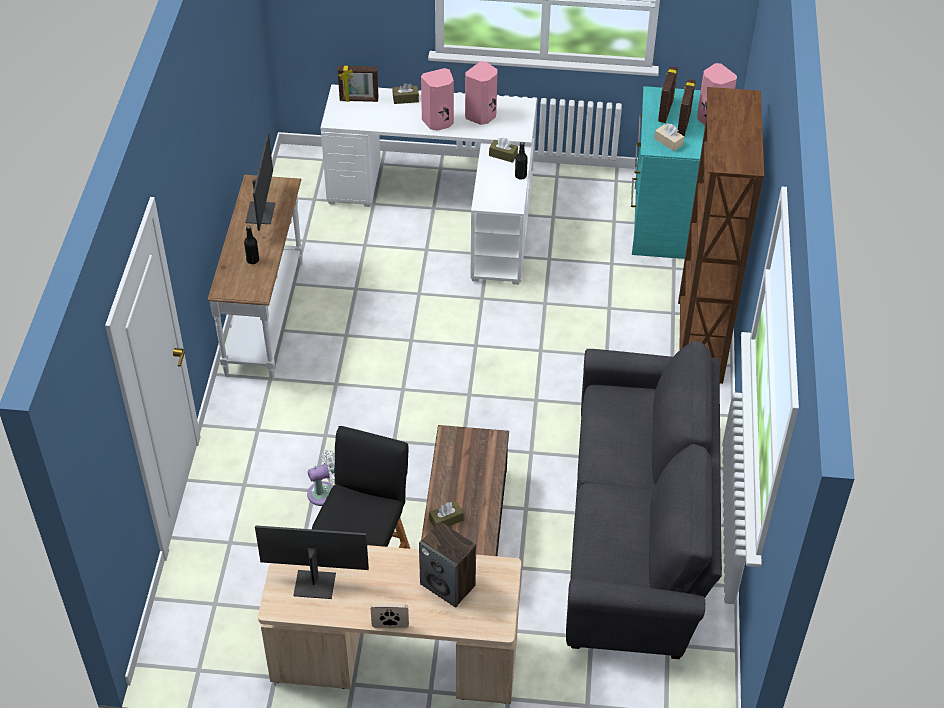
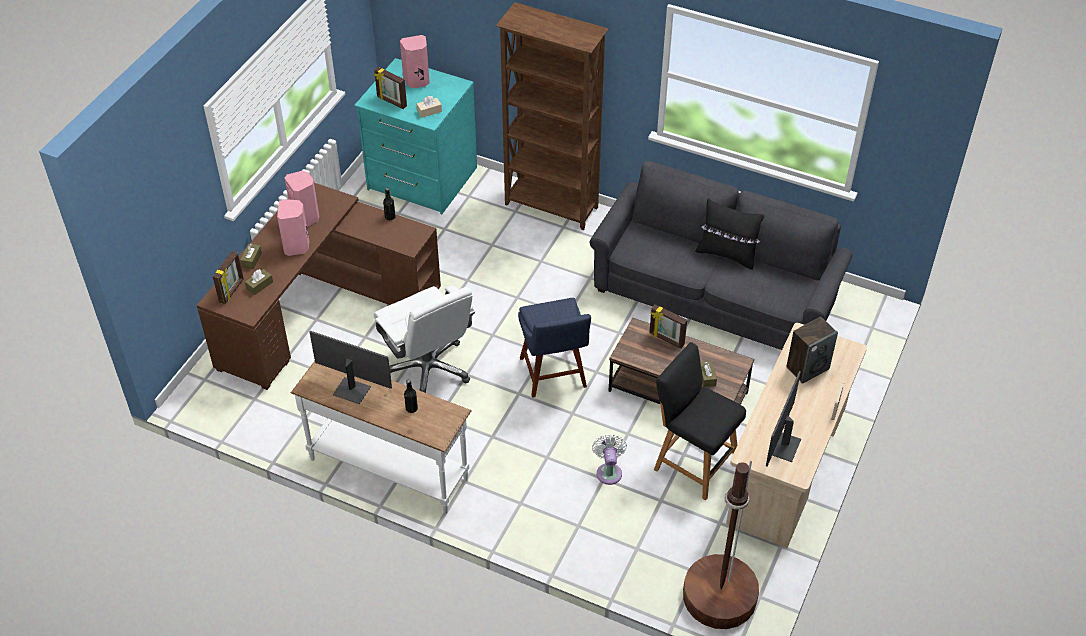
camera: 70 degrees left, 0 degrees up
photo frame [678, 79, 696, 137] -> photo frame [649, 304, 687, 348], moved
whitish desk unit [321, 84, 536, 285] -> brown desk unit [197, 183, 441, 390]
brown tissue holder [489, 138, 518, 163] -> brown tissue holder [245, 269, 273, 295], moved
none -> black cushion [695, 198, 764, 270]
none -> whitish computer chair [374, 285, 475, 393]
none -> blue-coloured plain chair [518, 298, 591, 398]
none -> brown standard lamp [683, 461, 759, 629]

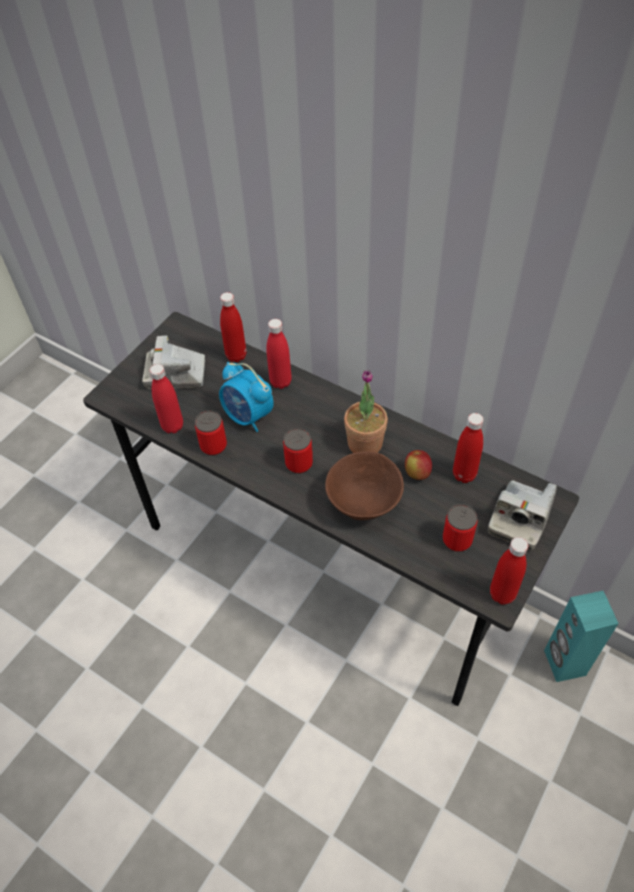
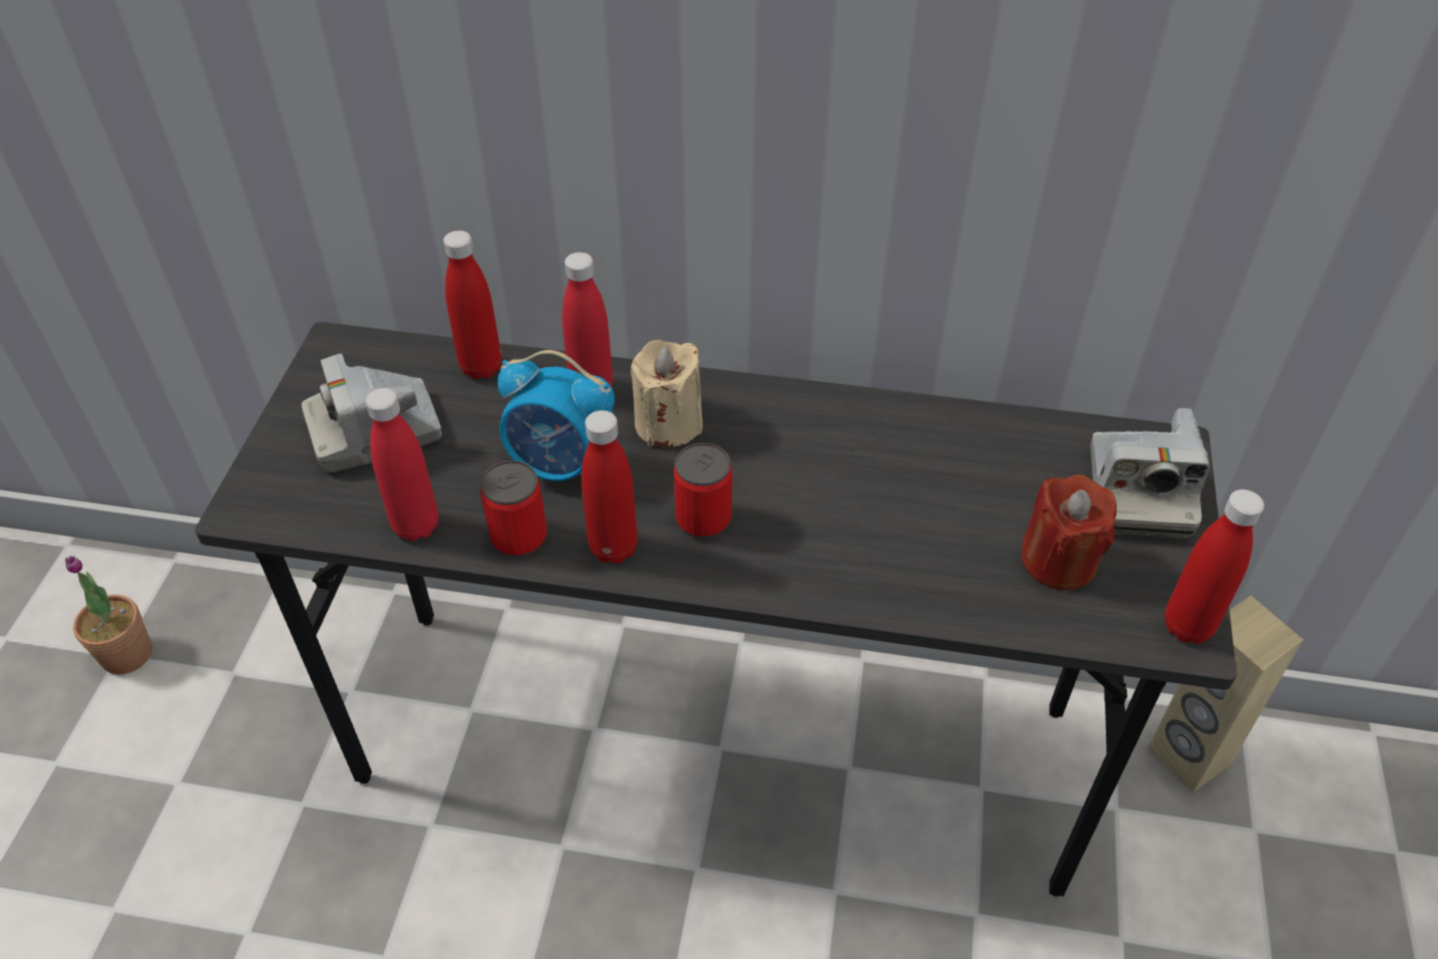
camera: 25 degrees left, 5 degrees down
plant in a pot [344, 370, 388, 453] -> plant in a pot [65, 556, 152, 675], moved
red-coloured drink bottle [453, 413, 484, 483] -> red-coloured drink bottle [581, 410, 638, 564], moved
apple fruit [405, 450, 432, 480] -> none
brown deep dish [325, 451, 404, 520] -> none
can [443, 504, 477, 552] -> red-coloured wax light [1021, 474, 1117, 590]
turquoise-coloured loudspeaker [544, 591, 619, 682] -> beige loudspeaker [1148, 596, 1303, 793]
none -> beige wax light [630, 339, 703, 447]

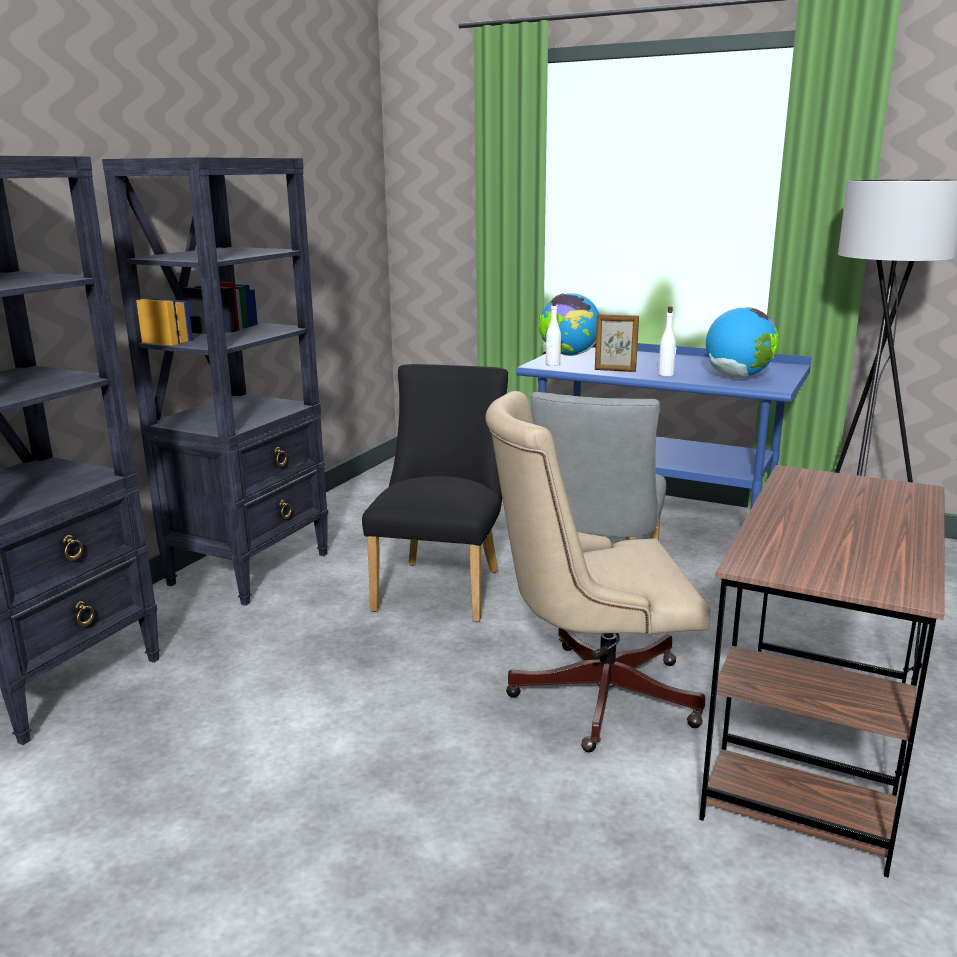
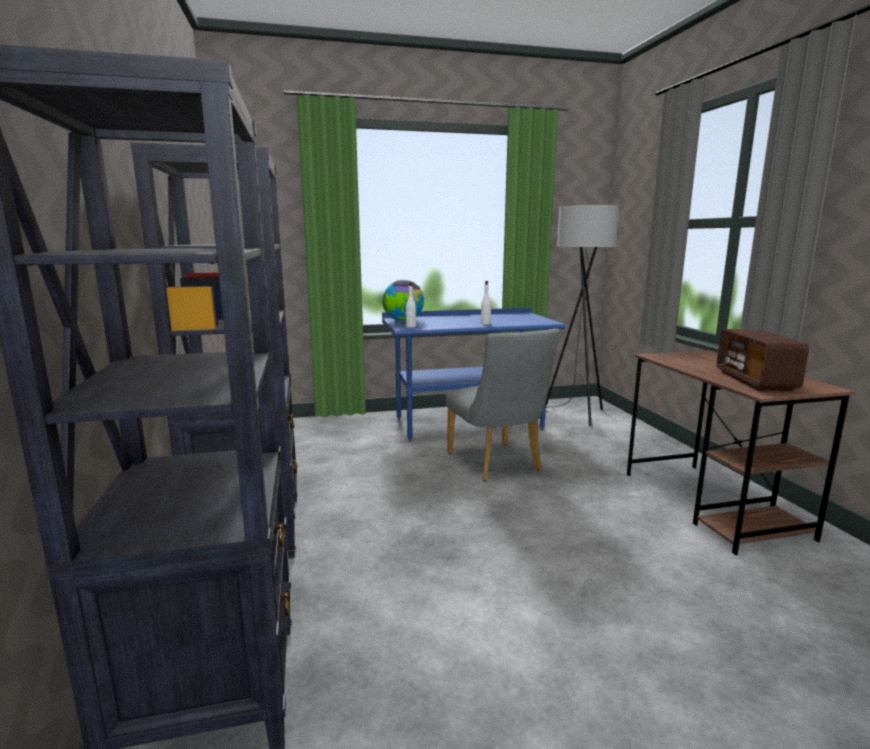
camera: 40 degrees left, 5 degrees down
desk globe [706, 307, 779, 378] -> none
photo frame [595, 314, 639, 372] -> none
black plain chair [362, 364, 508, 622] -> none
beige computer chair [485, 391, 710, 752] -> none
none -> radio set [717, 329, 809, 391]

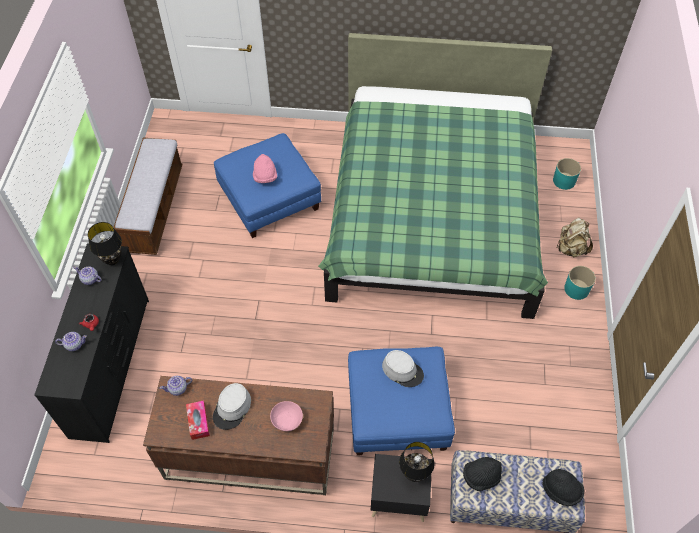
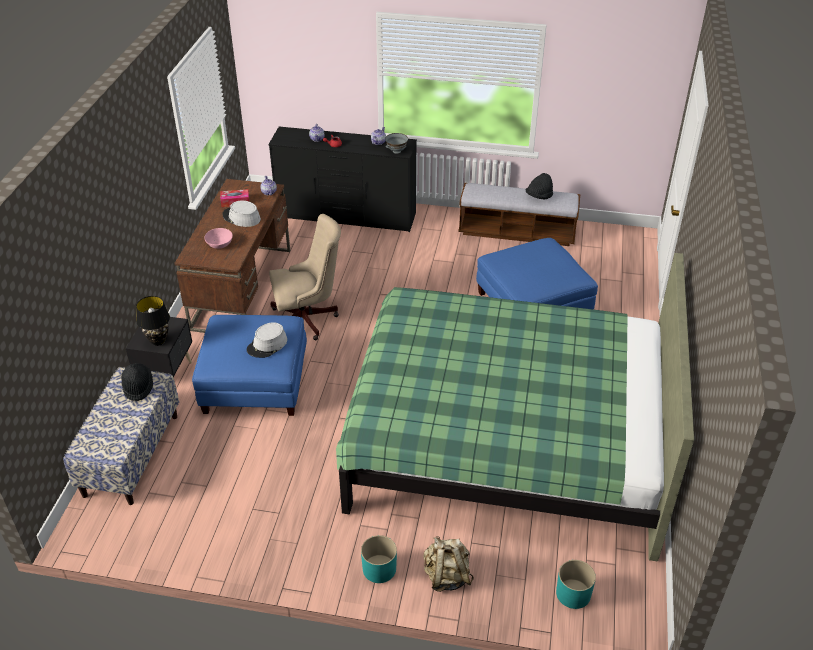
camera: 95 degrees right, 15 degrees down
pink-coloured wearable hat [253, 154, 277, 183] -> none
black lamp for a table [88, 222, 122, 265] -> grey deep dish [385, 133, 408, 154]
black wearable hat [542, 469, 585, 506] -> black wearable hat [525, 173, 553, 199], moved
none -> beige computer chair [269, 214, 341, 340]

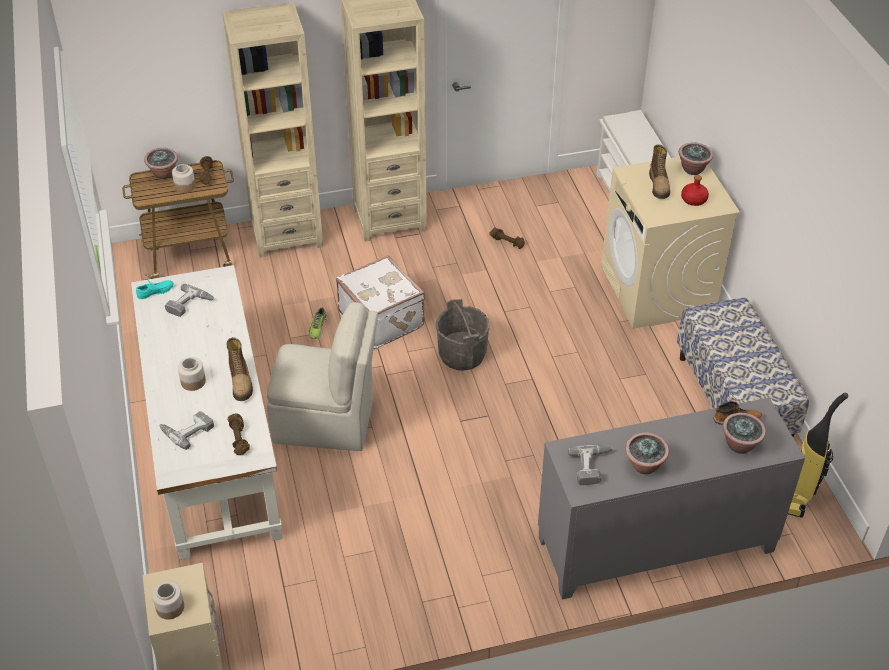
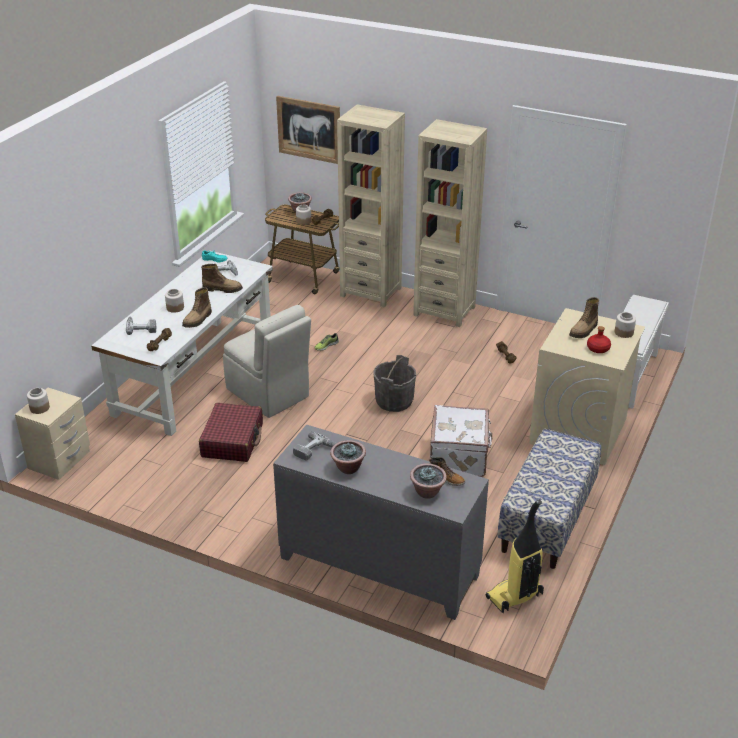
camera: 40 degrees right, 10 degrees down
plant in a pot [679, 143, 713, 175] -> jar [615, 312, 636, 338]
whitish suitcase [336, 255, 425, 349] -> whitish suitcase [430, 405, 492, 477], moved
none -> wall art [276, 96, 340, 164]
none -> tall boot [201, 264, 243, 293]
none -> red-coloured suitcase [199, 403, 263, 462]

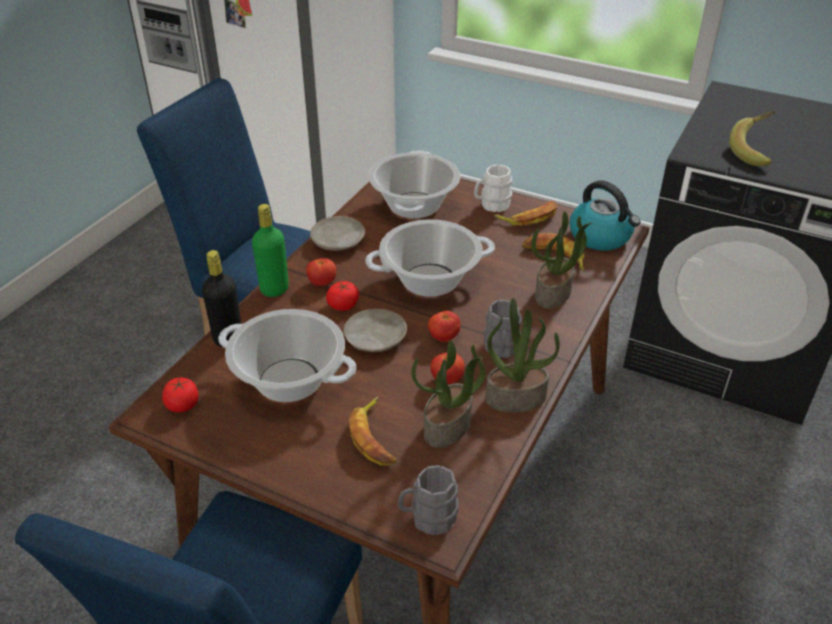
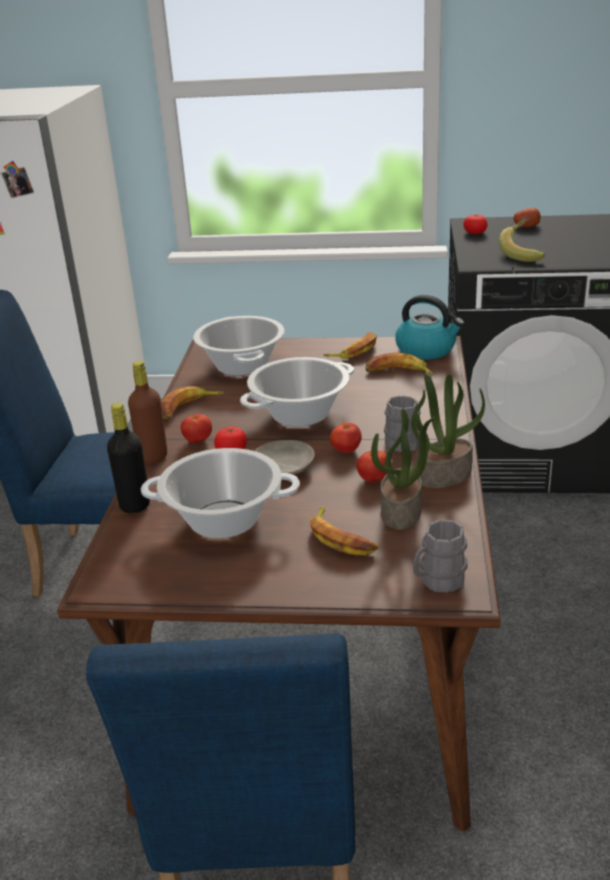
camera: 20 degrees left, 10 degrees down
whitish tea mug [474, 165, 513, 212] -> none
green drink bottle [252, 204, 289, 297] -> brown drink bottle [128, 361, 167, 464]
plant in a pot [531, 211, 592, 309] -> none
beige flat dish [310, 216, 365, 251] -> banana fruit [161, 387, 224, 419]
whole tomato [162, 378, 199, 413] -> whole tomato [463, 214, 487, 234], moved
none -> spud [513, 208, 541, 227]

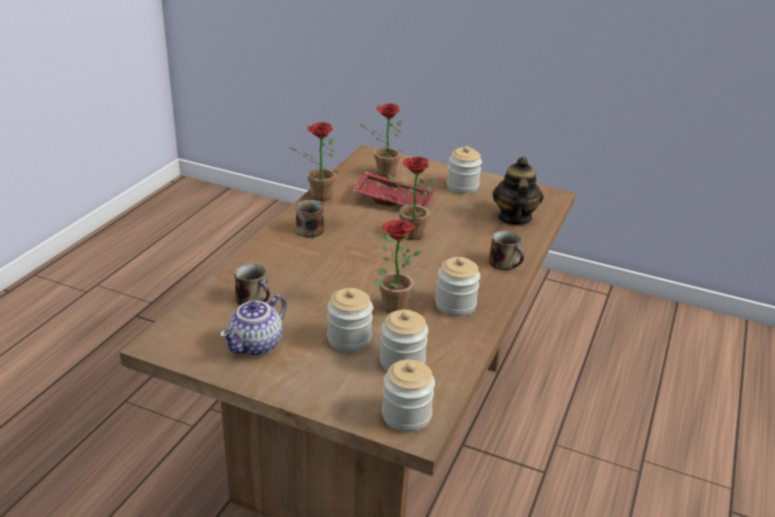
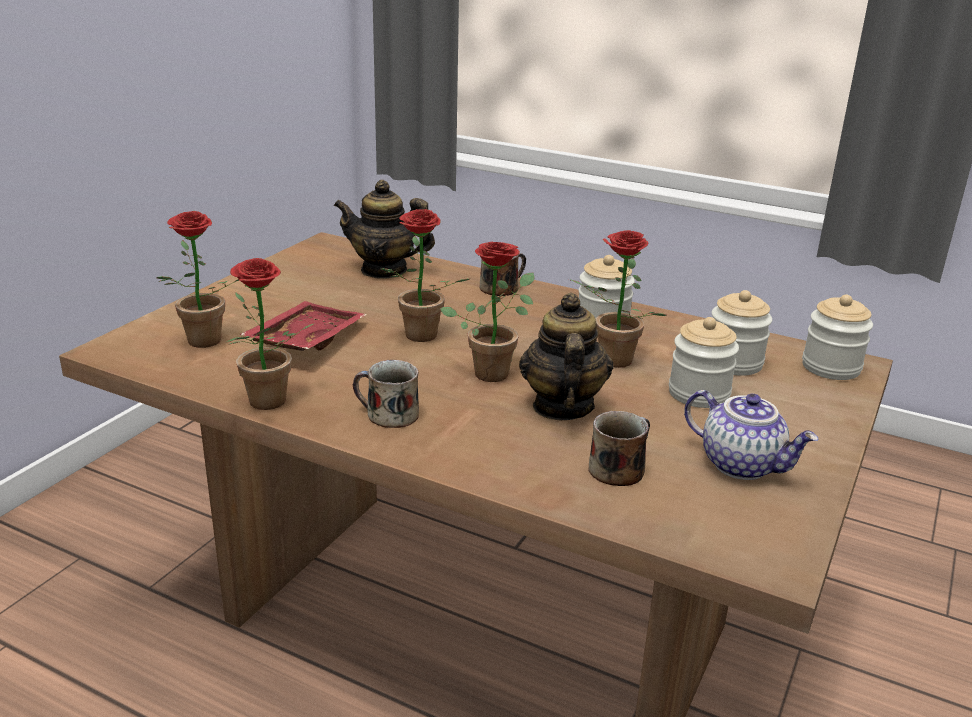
camera: 85 degrees left, 5 degrees down
jar [447, 146, 482, 194] -> none
none -> plant in a pot [440, 242, 535, 382]
none -> pot for tea [519, 293, 614, 420]

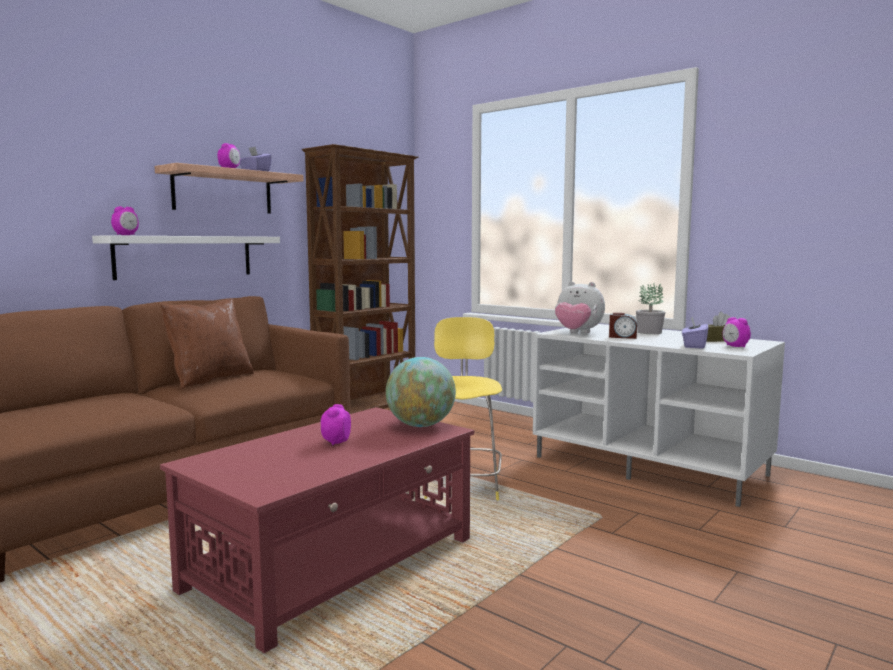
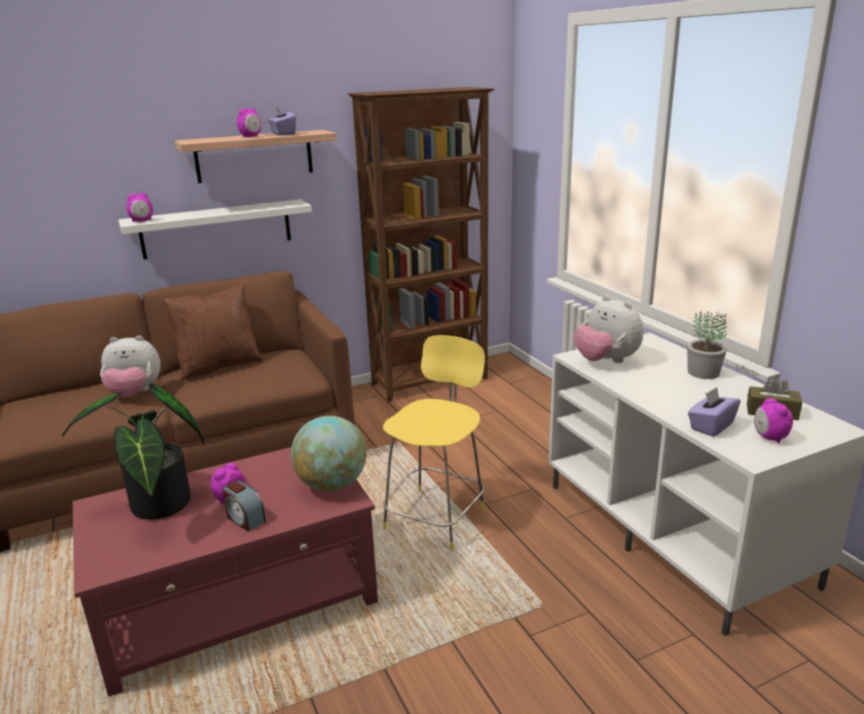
camera: 25 degrees right, 15 degrees up
bedside clock [609, 313, 637, 339] -> bedside clock [222, 480, 266, 531], moved
none -> plush toy [100, 335, 161, 397]
none -> plant in a pot [62, 383, 205, 520]

